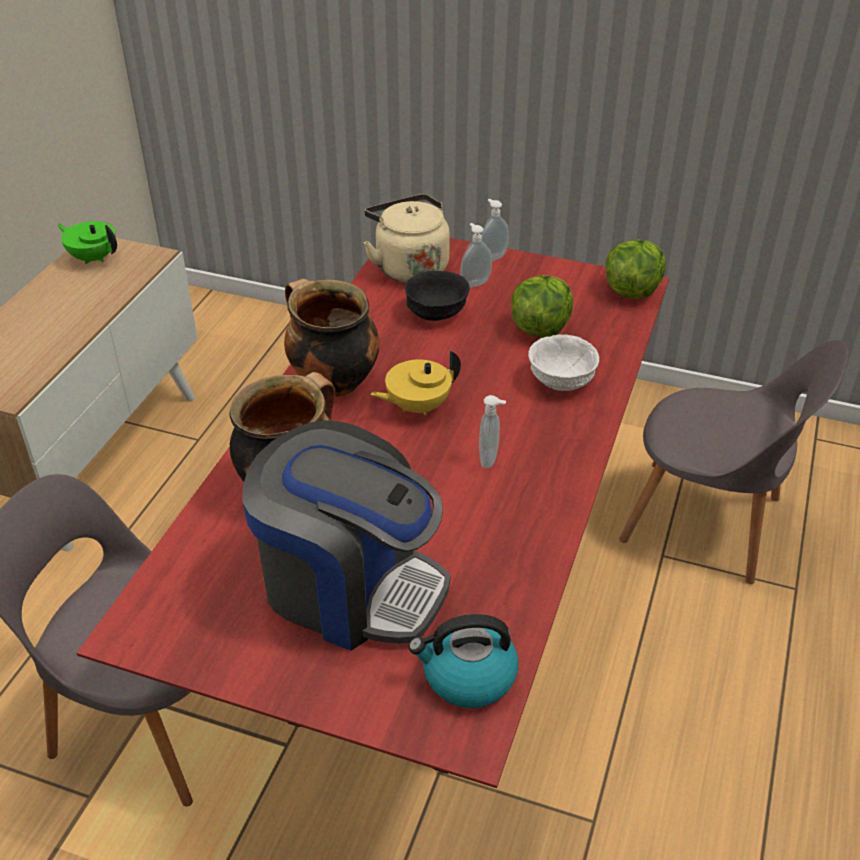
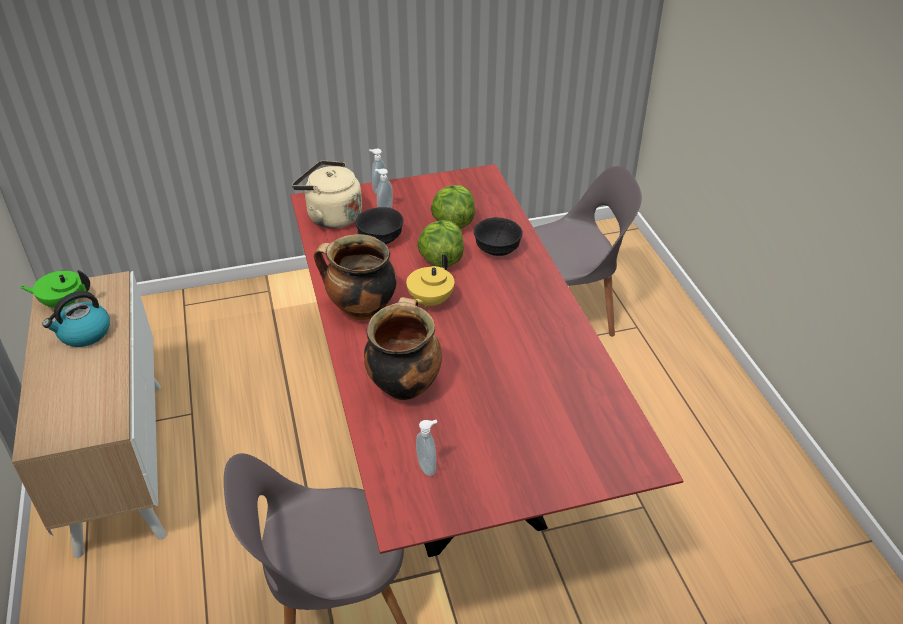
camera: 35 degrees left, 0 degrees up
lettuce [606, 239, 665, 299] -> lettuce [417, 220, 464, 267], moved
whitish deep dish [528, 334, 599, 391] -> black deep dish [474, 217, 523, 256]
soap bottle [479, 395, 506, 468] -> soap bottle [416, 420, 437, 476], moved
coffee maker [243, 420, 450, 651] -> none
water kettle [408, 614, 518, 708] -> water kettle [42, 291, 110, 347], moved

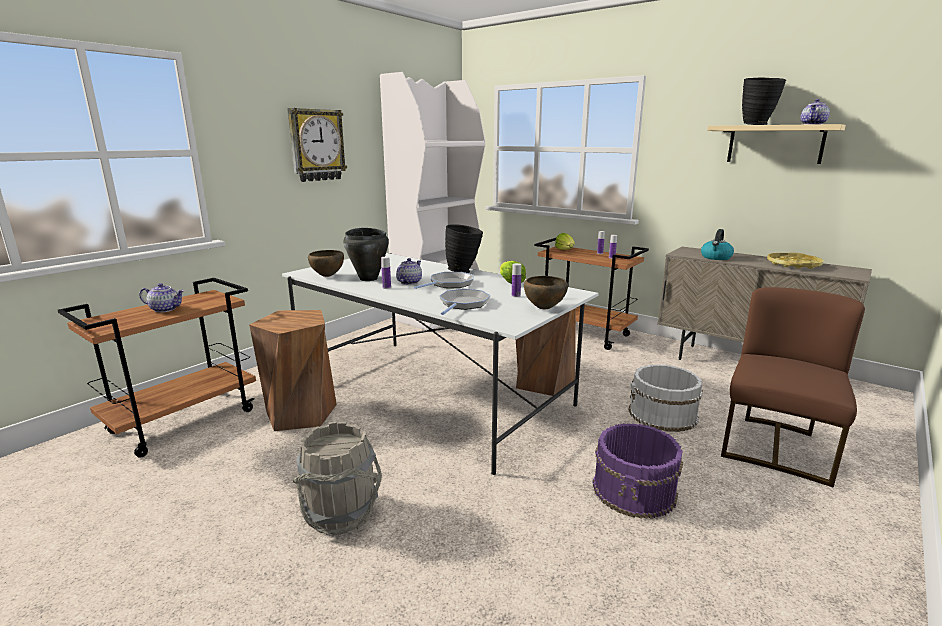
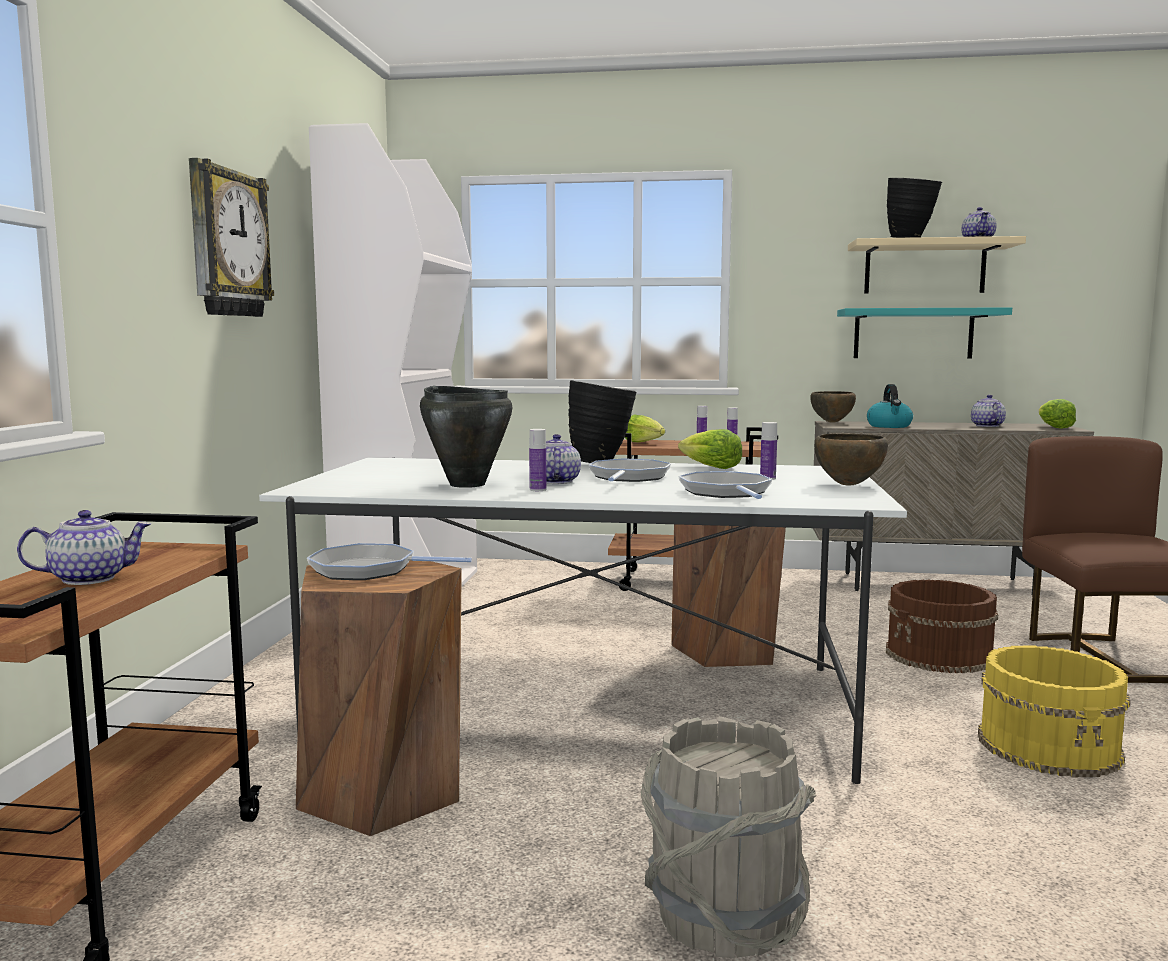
camera: 30 degrees left, 10 degrees down
brown deep dish [308, 250, 344, 277] -> brown deep dish [810, 391, 856, 423], moved
yellow-coloured carrying tray [767, 252, 824, 269] -> pot for tea [971, 395, 1006, 427]
whitish water bucket [629, 364, 703, 432] -> brown water bucket [886, 580, 998, 673]
purple water bucket [592, 423, 683, 519] -> yellow-coloured water bucket [978, 645, 1131, 777]
none -> turquoise-coloured bracket shelf [837, 307, 1012, 359]
none -> lettuce [1039, 399, 1076, 429]
none -> frying pan [307, 543, 472, 580]

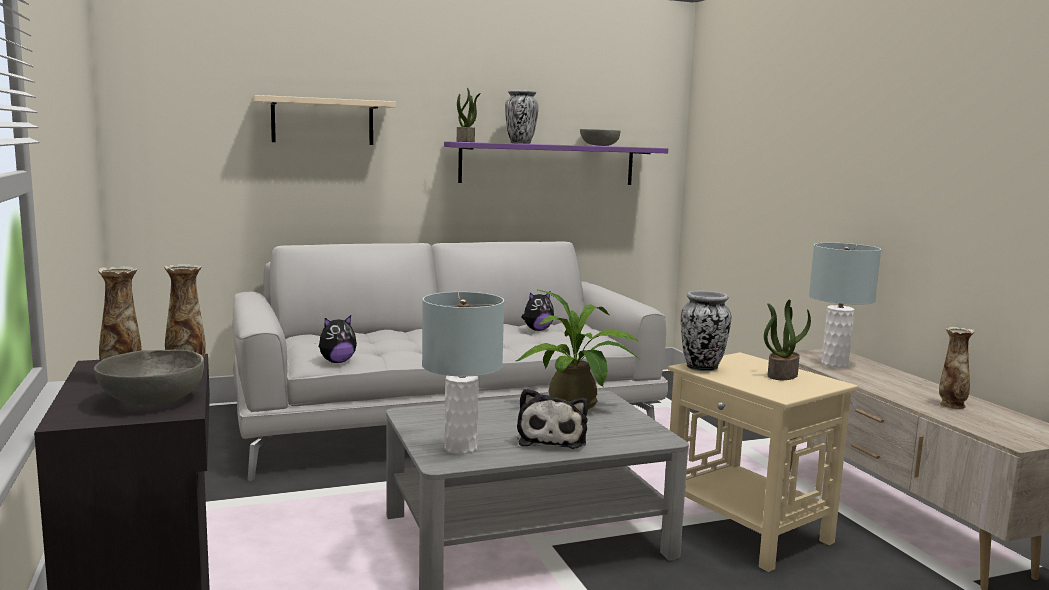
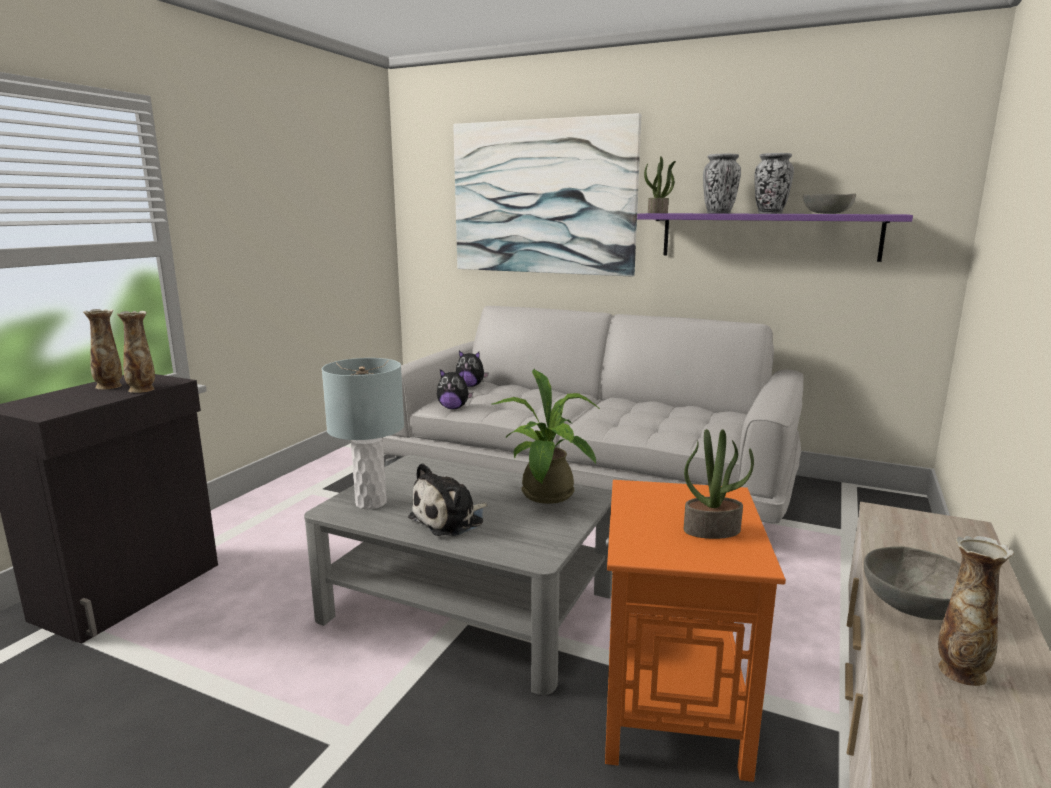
camera: 45 degrees right, 5 degrees up
beige bracket shelf [253, 95, 396, 145] -> wall art [453, 113, 641, 277]
grey lamp for a table [809, 243, 881, 368] -> none
plush toy [522, 291, 554, 331] -> plush toy [456, 351, 489, 387], moved
vase [681, 291, 731, 371] -> vase [755, 153, 794, 214], moved
grey deep dish [94, 350, 204, 405] -> grey deep dish [864, 546, 961, 620], moved
beige side table [668, 352, 858, 572] -> orangey side table [605, 480, 786, 782]

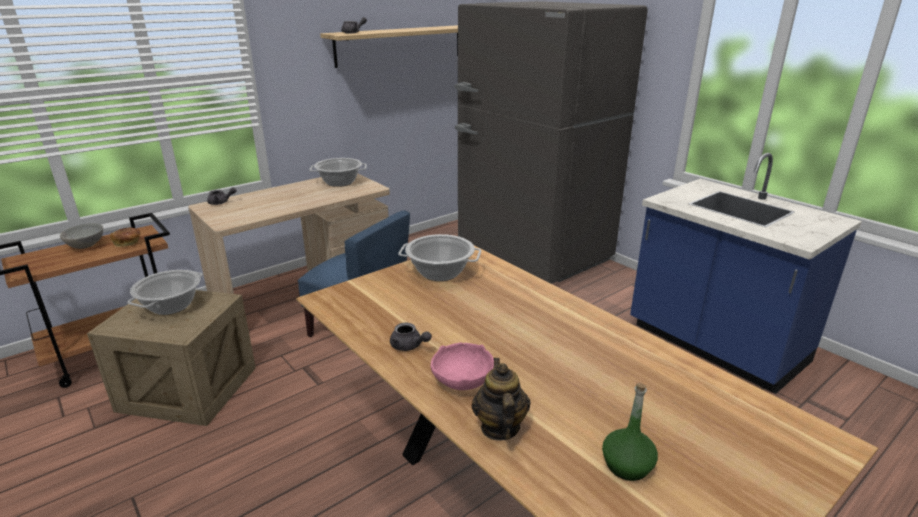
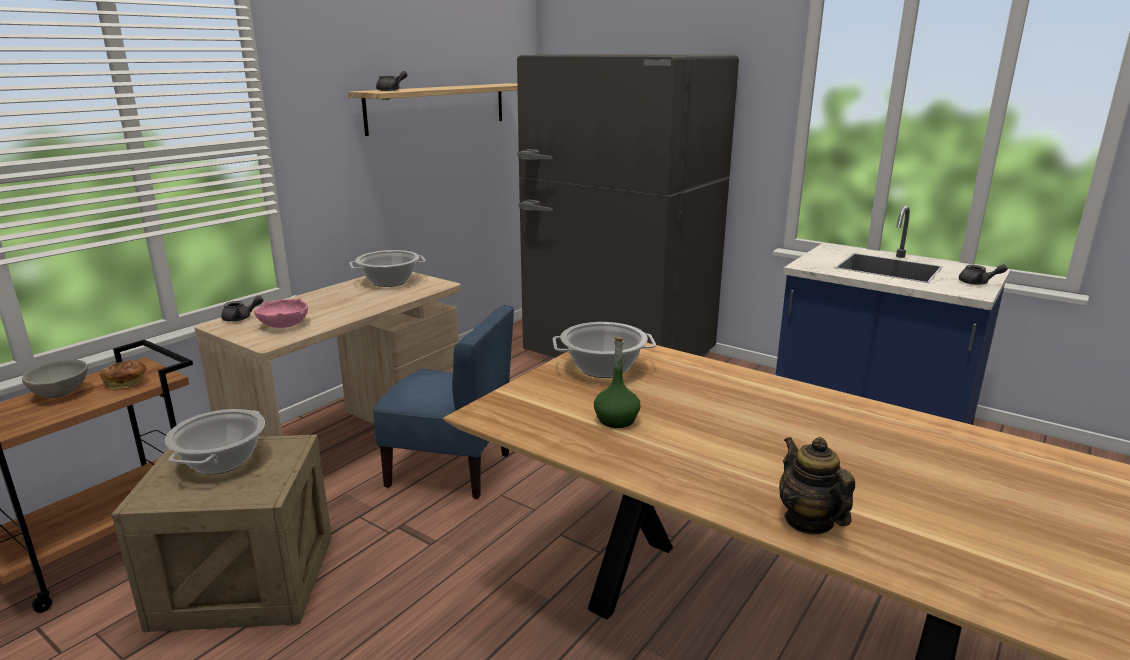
camera: 15 degrees left, 5 degrees down
grey pot for tea [390, 323, 432, 351] -> grey pot for tea [959, 264, 1008, 285], moved
pink-coloured deep dish [430, 342, 494, 390] -> pink-coloured deep dish [254, 298, 308, 328], moved
green drink bottle [602, 383, 658, 481] -> green drink bottle [594, 337, 641, 428], moved

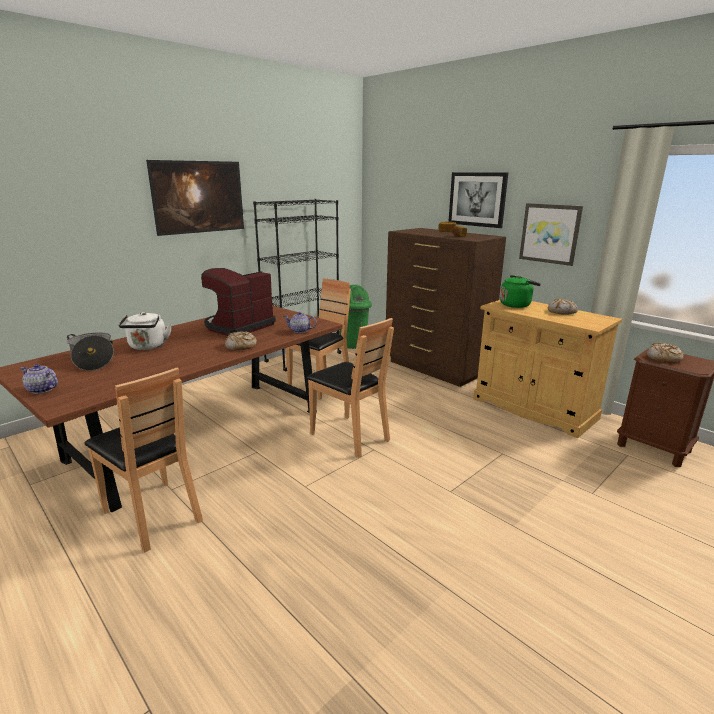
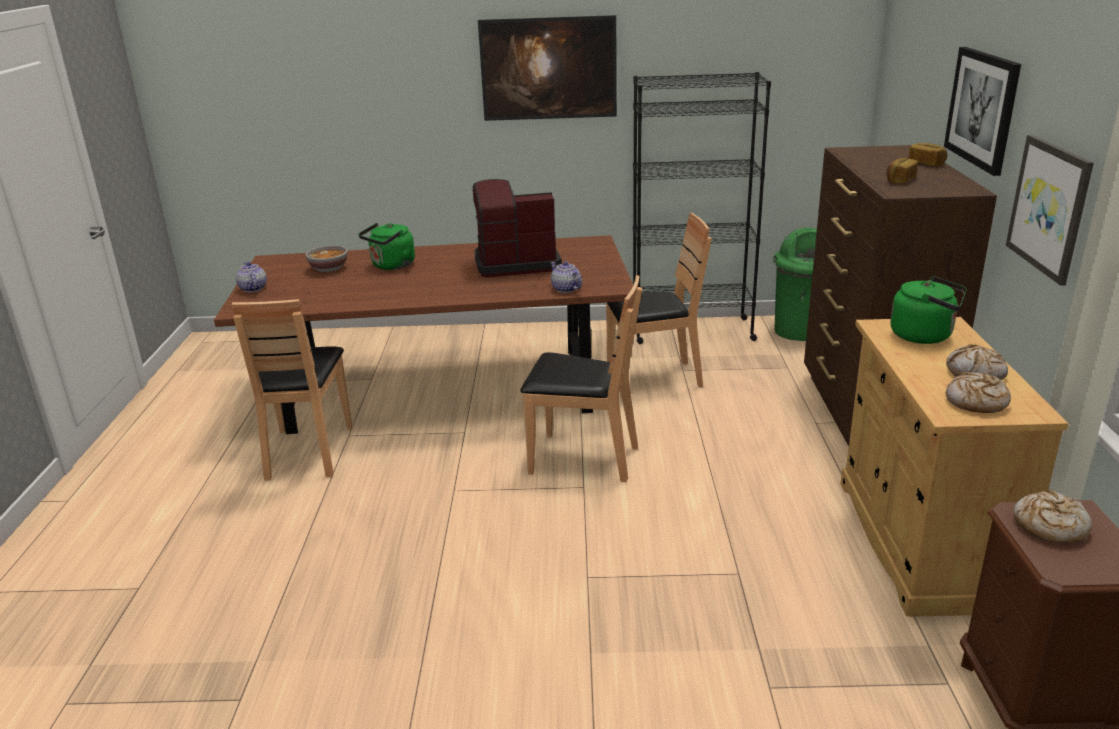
camera: 45 degrees right, 5 degrees up
whitish water kettle [118, 312, 172, 350] -> green water kettle [358, 223, 415, 270]
brown plain chair [307, 318, 394, 458] -> brown plain chair [520, 275, 642, 482], 75 degrees counterclockwise
bakery bread [225, 331, 257, 350] -> bakery bread [946, 372, 1011, 413], moved
stockpot [67, 333, 114, 371] -> deep dish [305, 245, 348, 272]

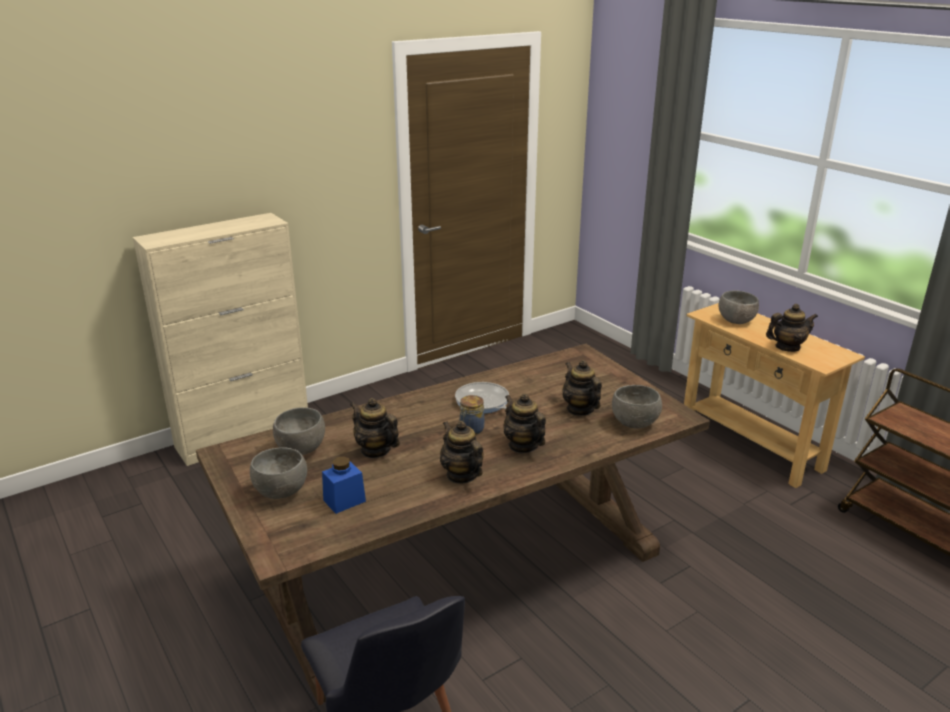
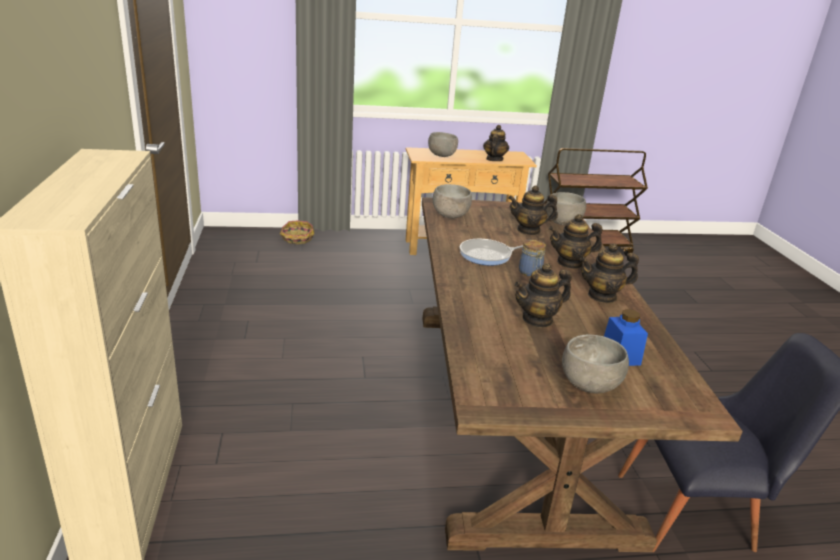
camera: 65 degrees left, 0 degrees up
grey deep dish [273, 407, 325, 455] -> grey deep dish [433, 184, 472, 218], moved
none -> household basket [280, 220, 314, 244]

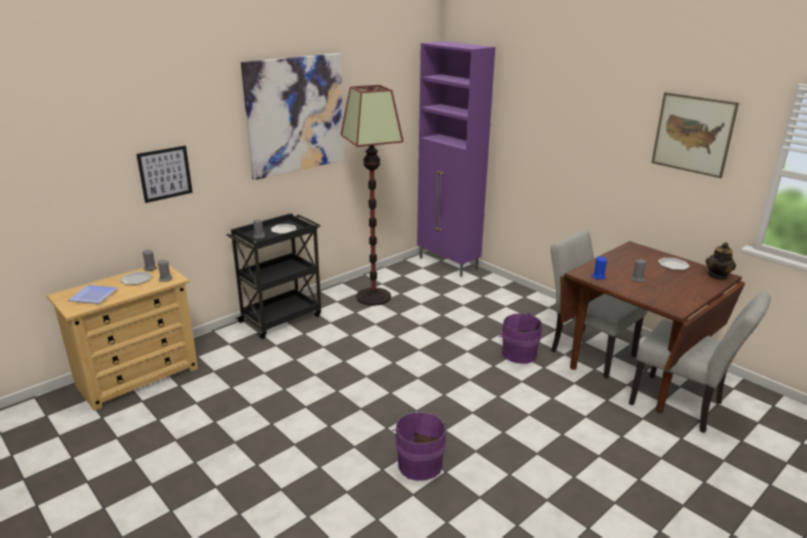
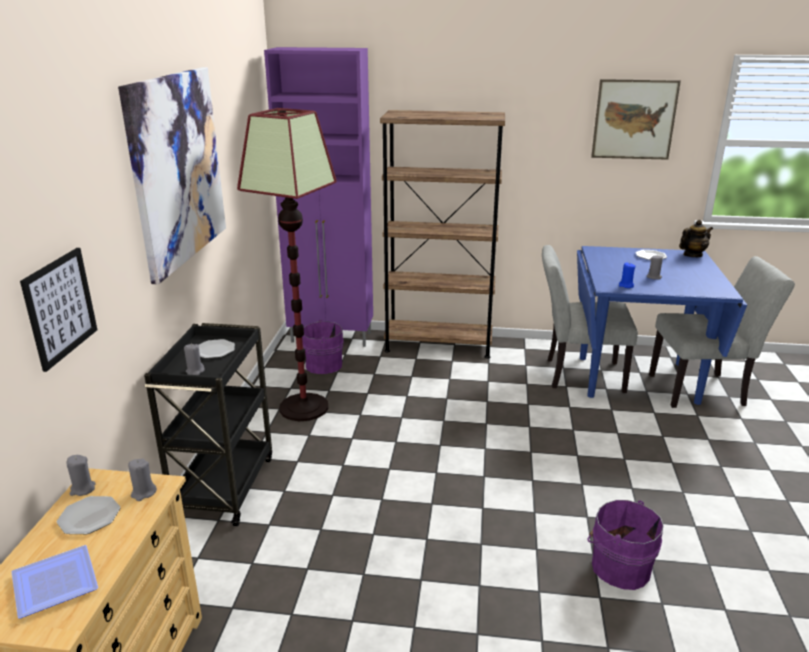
camera: 40 degrees left, 0 degrees up
brown dining table [560, 241, 745, 413] -> blue-coloured dining table [577, 246, 747, 405]
pot for tea [706, 242, 736, 280] -> pot for tea [679, 220, 713, 257], 105 degrees counterclockwise
purple water bucket [499, 312, 542, 364] -> purple water bucket [302, 320, 344, 374], moved
none -> brown bookcase [380, 110, 505, 358]

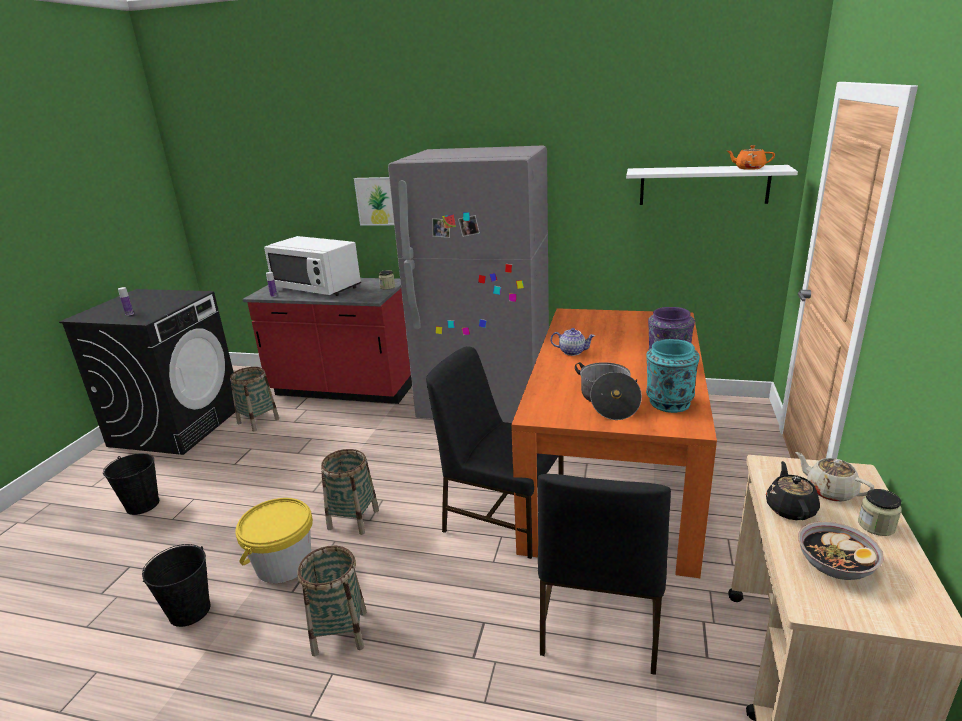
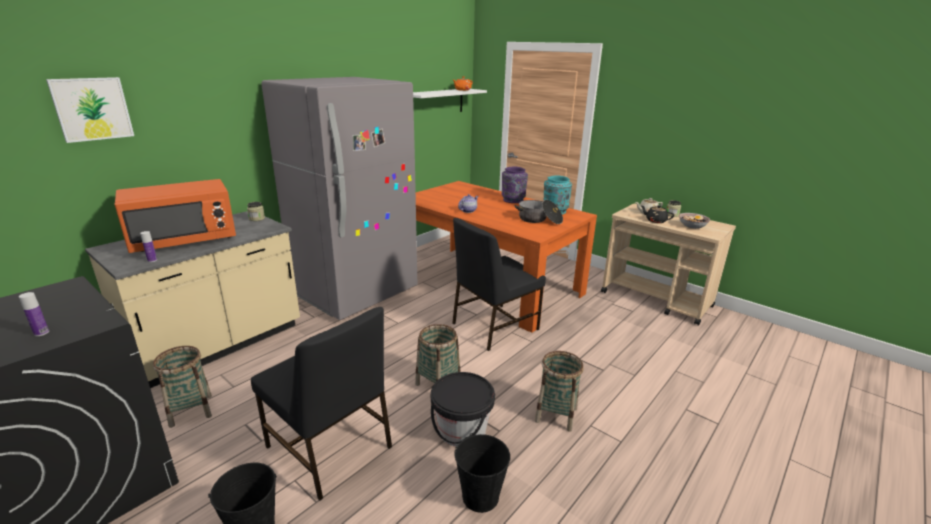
camera: 65 degrees left, 0 degrees up
wall art [354, 177, 394, 225] -> wall art [46, 77, 134, 143], moved
whitish kitchen microwave [264, 236, 361, 296] -> orangey kitchen microwave [115, 179, 236, 253]
red-coloured kitchen counter [243, 278, 412, 404] -> beige kitchen counter [85, 211, 300, 388]
black plain chair [538, 474, 671, 675] -> black plain chair [251, 307, 392, 501], moved
yellow-coloured water bucket [235, 498, 313, 583] -> black water bucket [431, 372, 495, 447]

